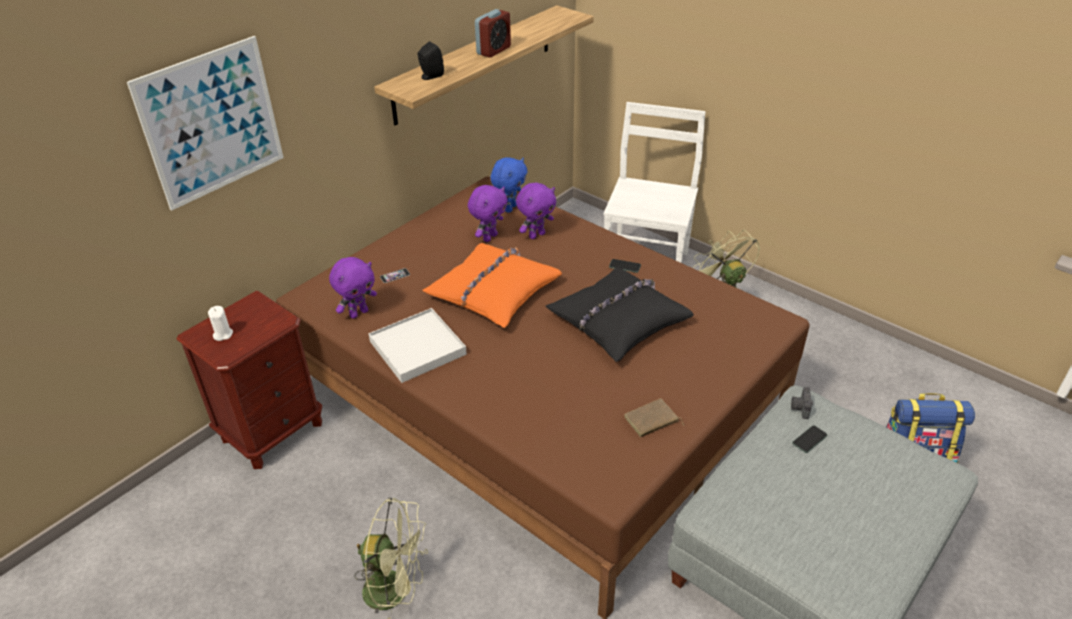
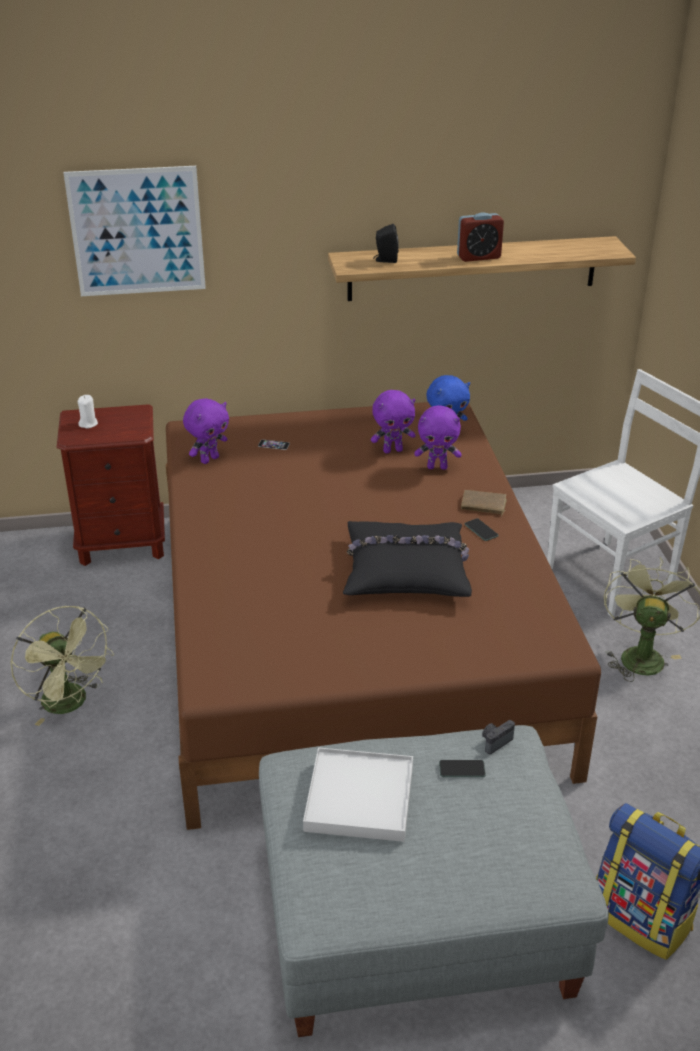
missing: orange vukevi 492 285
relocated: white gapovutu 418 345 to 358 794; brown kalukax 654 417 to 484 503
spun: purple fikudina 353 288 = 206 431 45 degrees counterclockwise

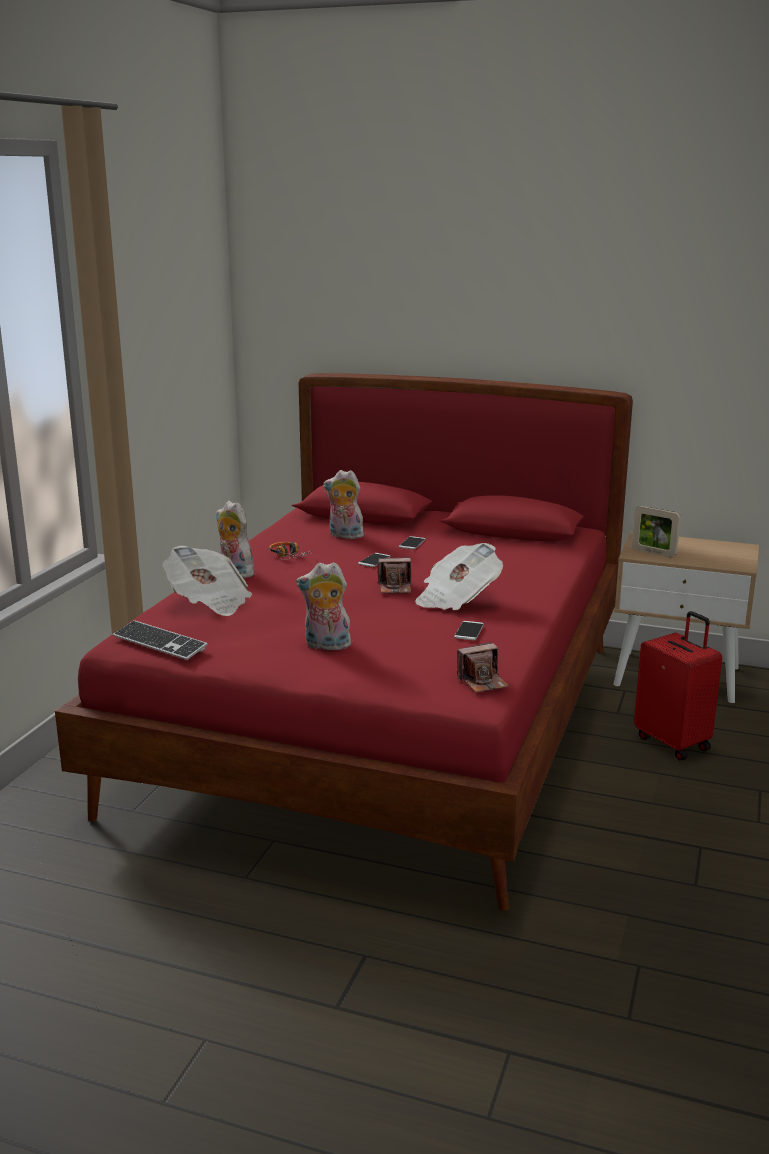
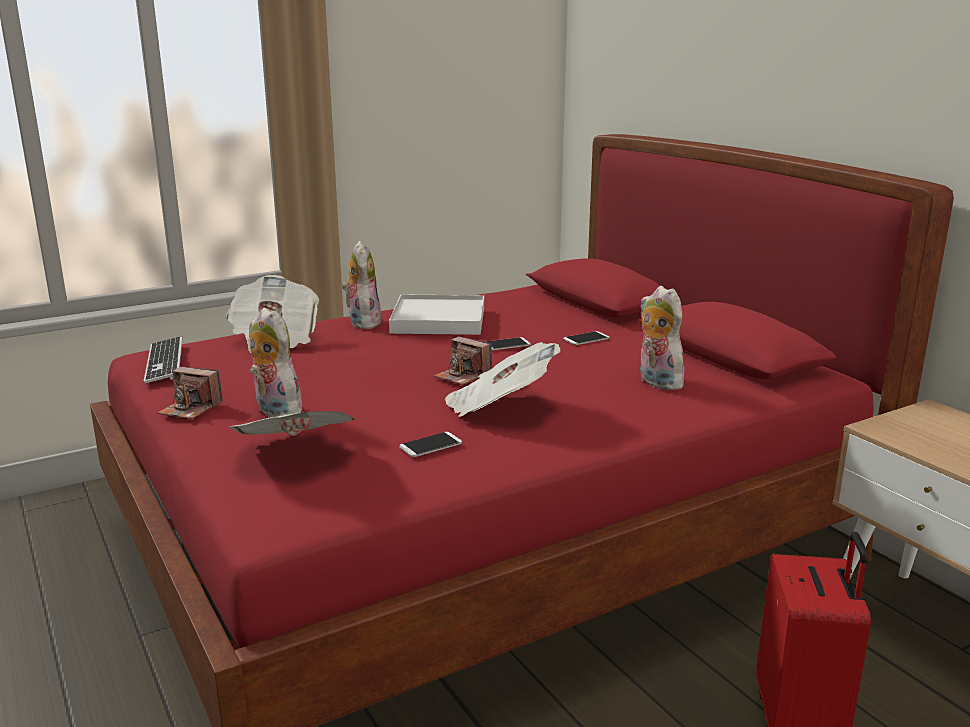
missing: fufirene 656 532
appeared: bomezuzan 292 423
relocated: fikudina 344 504 to 663 338; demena 483 667 to 190 393
exchanged: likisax 291 551 to white gapovutu 436 314

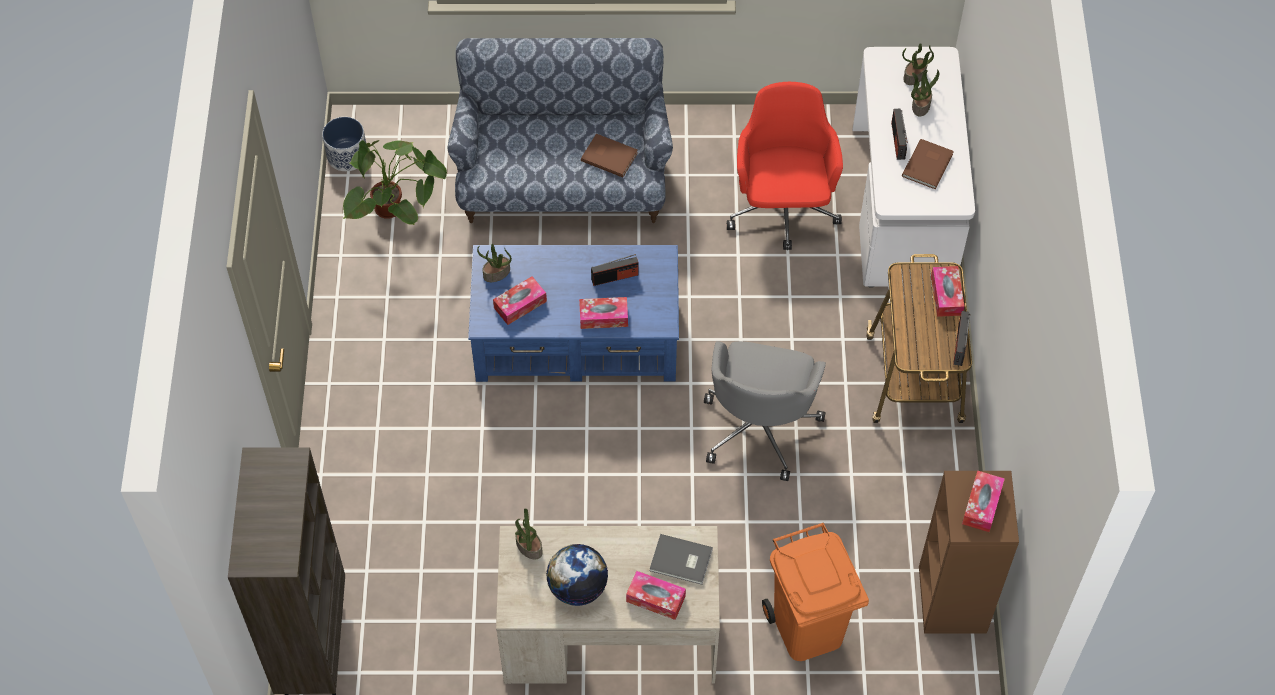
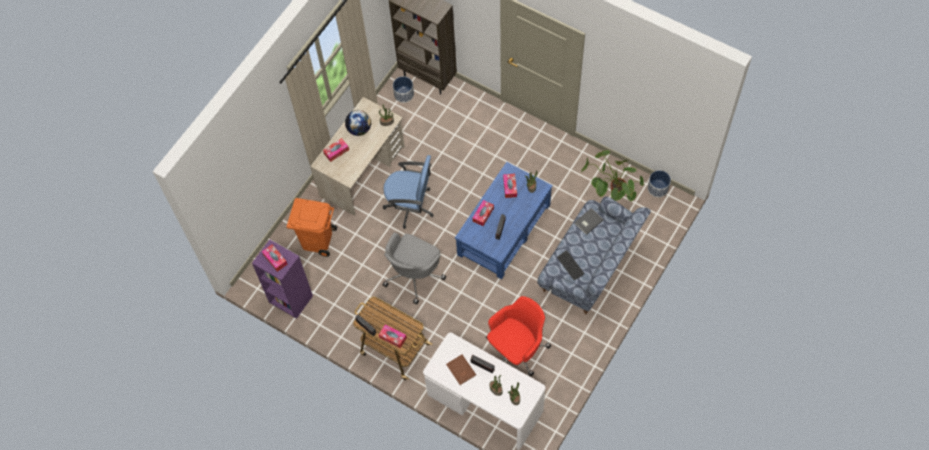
appeared: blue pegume 408 192; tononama 403 89
relocated: grey kalukax 681 559 to 589 221
exchanged: brown kalukax 609 155 to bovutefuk 570 265
colour: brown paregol 969 552 to purple paregol 282 279
spun: grey pegume 765 411 = 414 268 105 degrees counterclockwise; red pegume 785 166 = 518 336 75 degrees counterclockwise

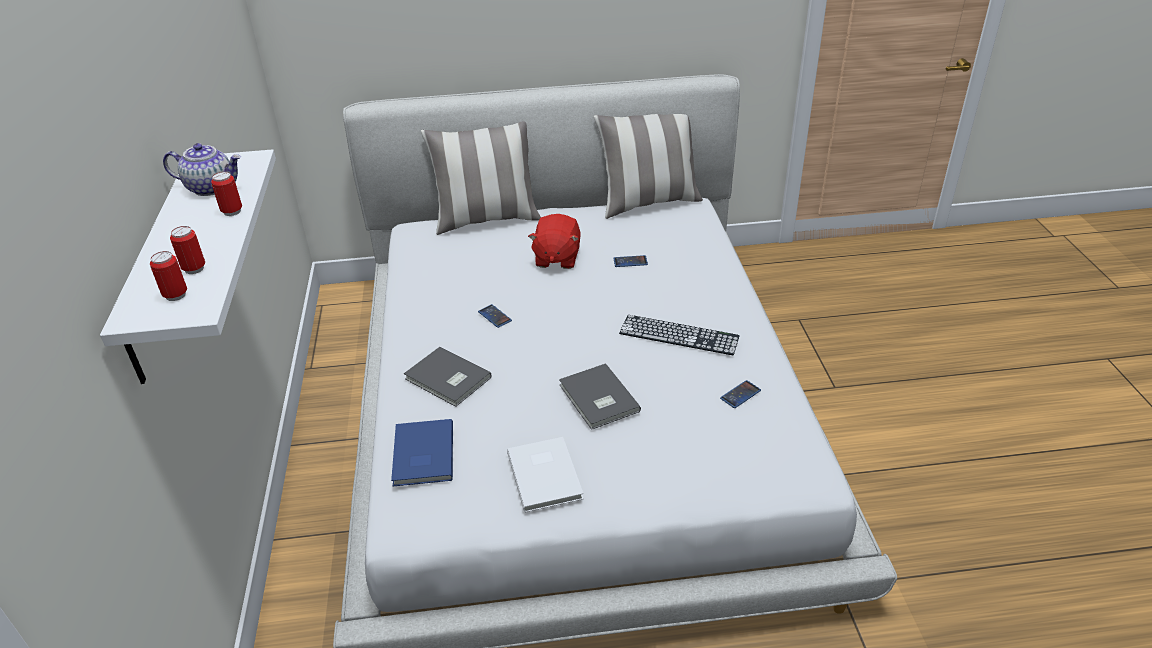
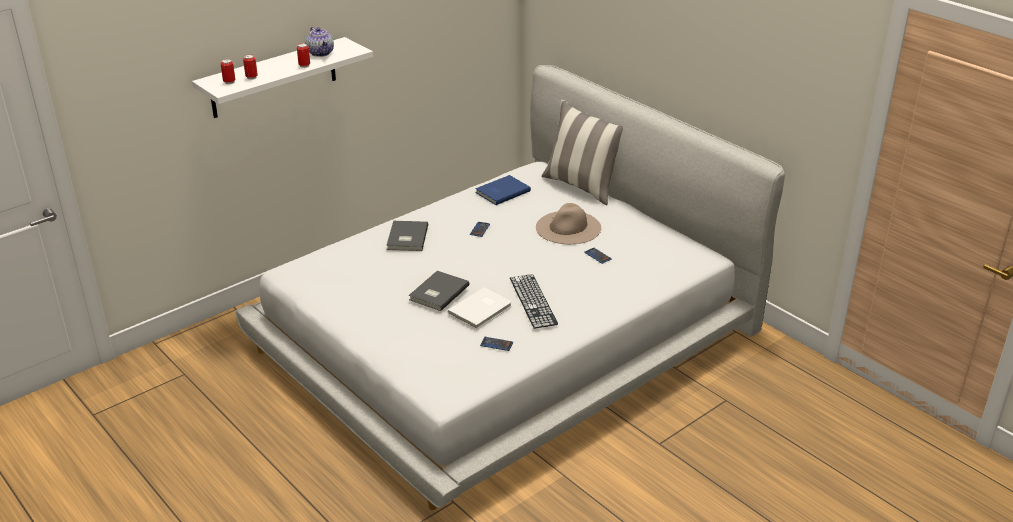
missing: vukevi 648 166
relocated: blue kalukax 422 452 to 503 190; white kalukax 545 475 to 480 308
exchanged: red fikudina 554 241 to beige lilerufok 568 223

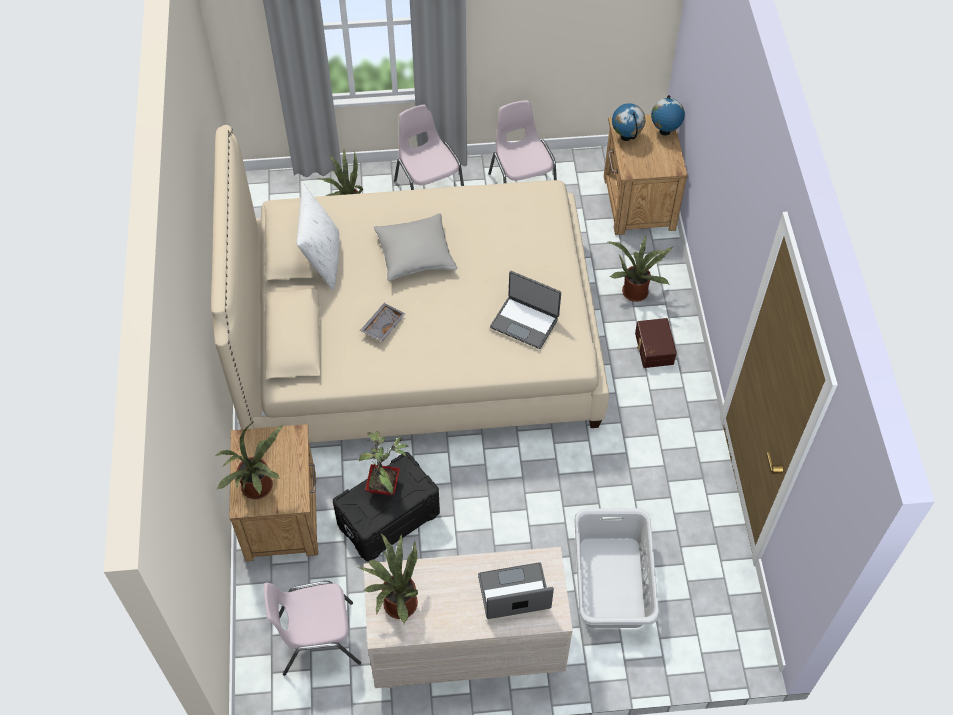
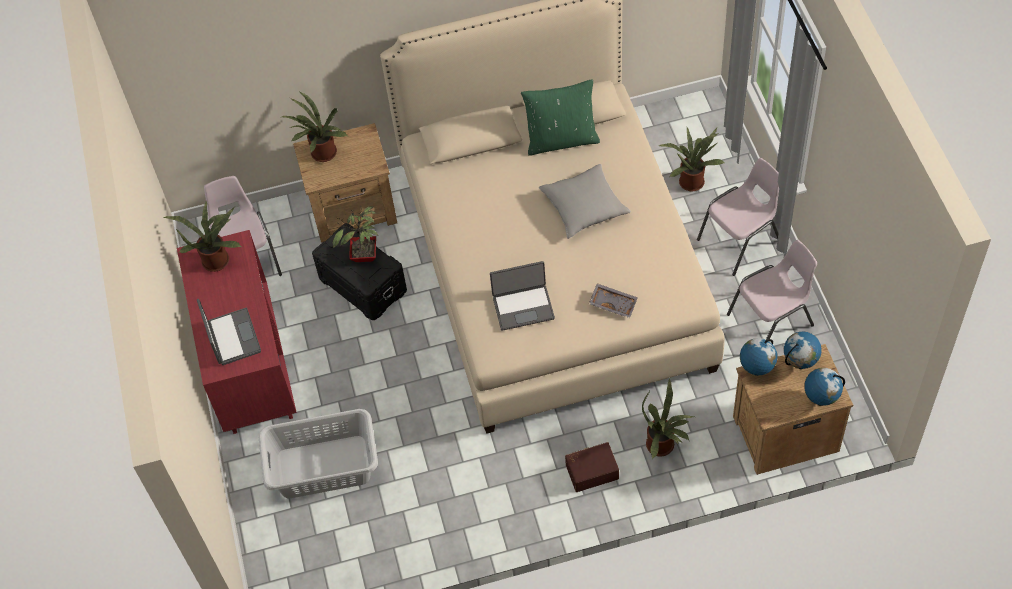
appeared: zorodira 758 357
relocated: grey gapovutu 382 322 to 613 300
colour: white vukevi 318 237 to green vukevi 560 117; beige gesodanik 468 617 to red gesodanik 237 332
spun: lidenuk 525 310 = 522 296 120 degrees counterclockwise

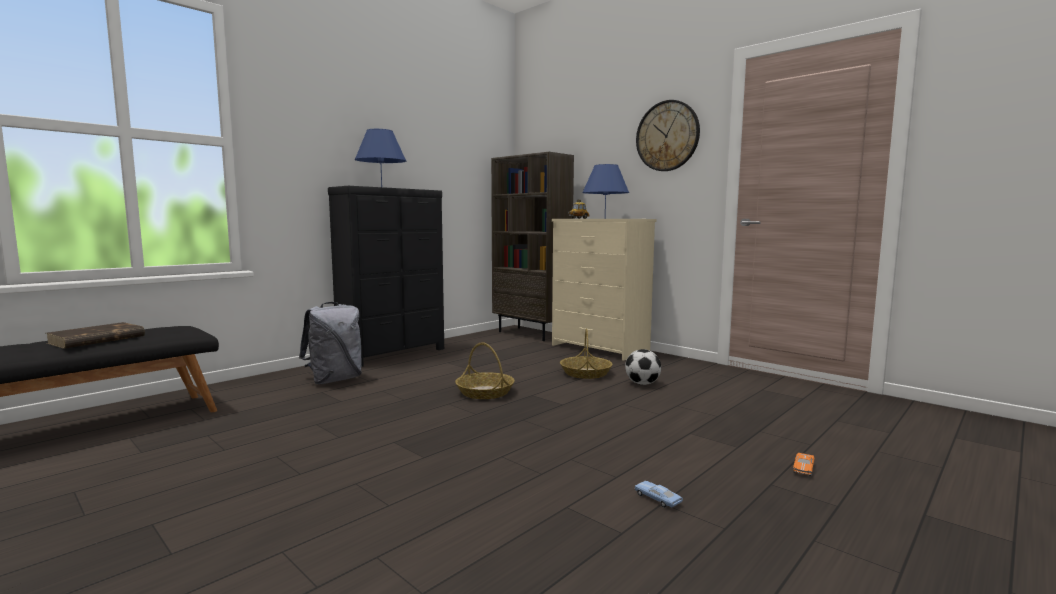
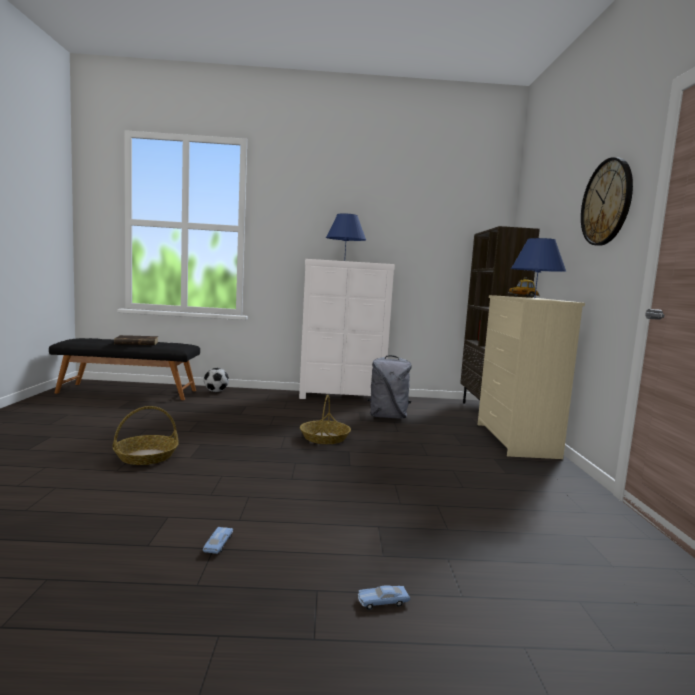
relocated: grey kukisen 330 343 to 389 386; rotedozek 586 354 to 145 435; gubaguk 643 367 to 216 380
colour: black gesodanik 386 276 to white gesodanik 347 329; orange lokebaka 803 464 to blue lokebaka 384 597

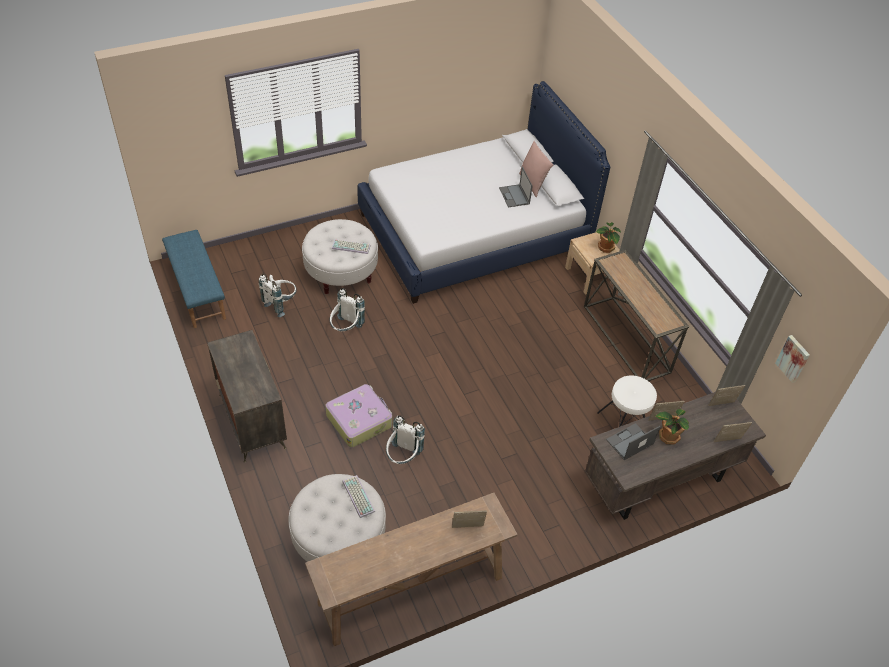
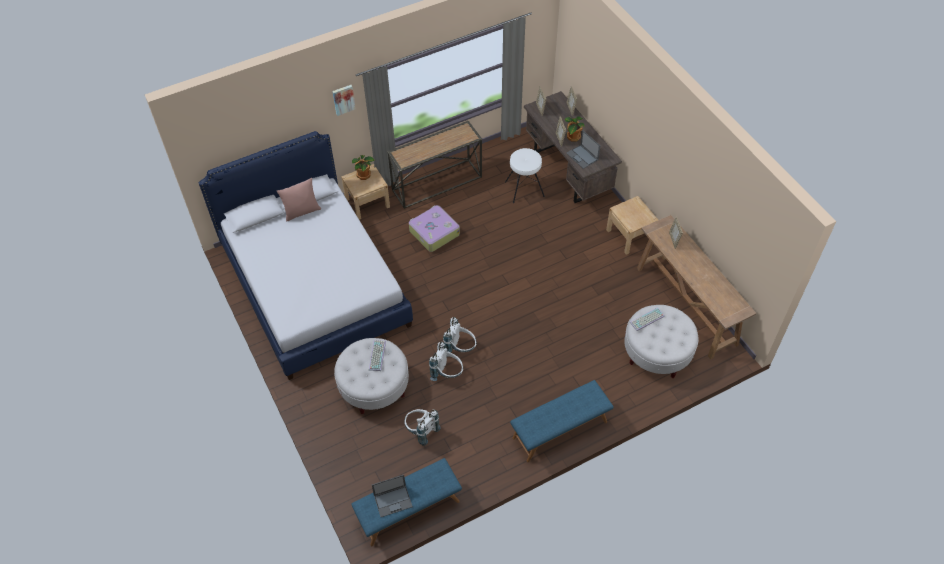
appeared: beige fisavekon 632 225
relocated: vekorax 359 415 to 434 228; white kukisen 405 439 to 460 337; lidenuk 516 187 to 392 496; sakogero 792 359 to 344 100
exchanged: gesodanik 247 396 to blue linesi 562 421

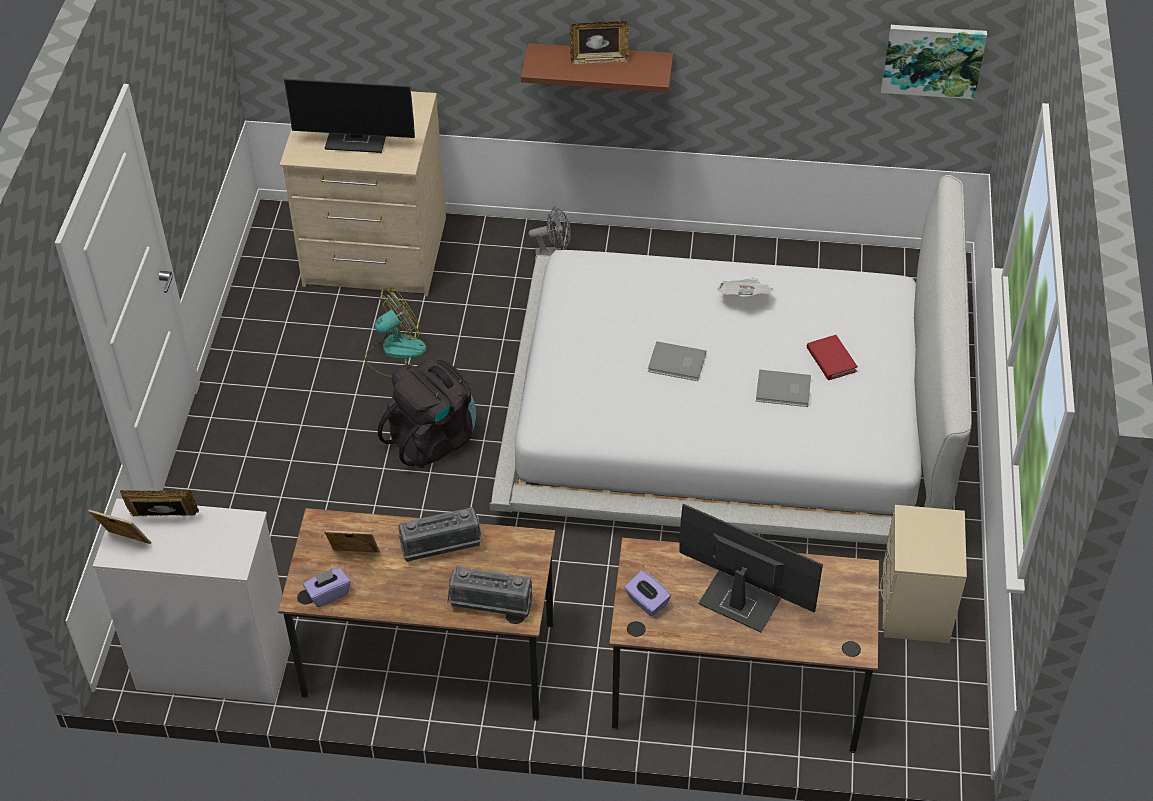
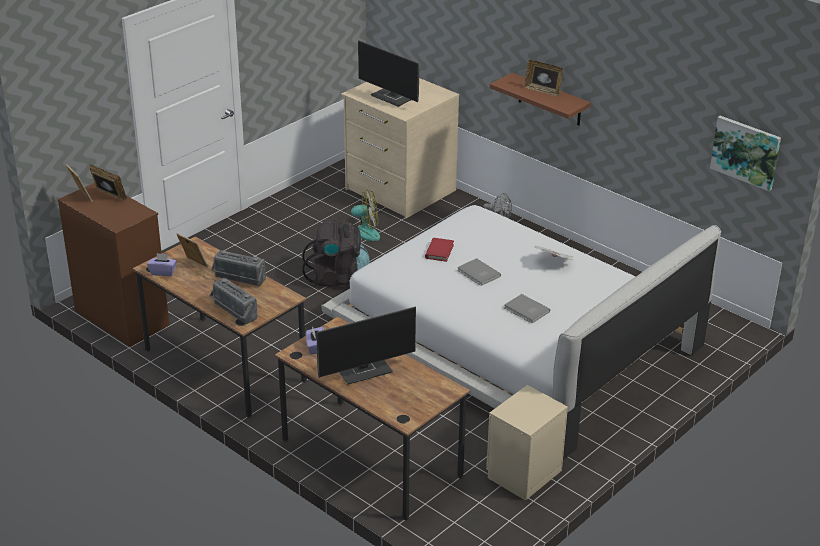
relocated: red kalukax 832 357 to 439 250
colour: white gesodanik 191 601 to brown gesodanik 113 265
spun: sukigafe 751 568 = 366 345 90 degrees clockwise

